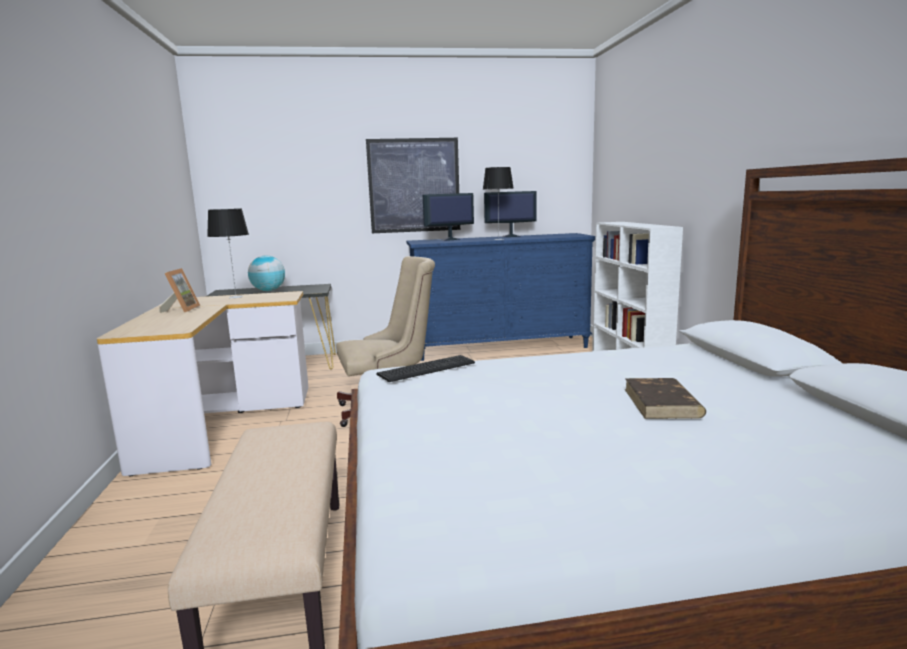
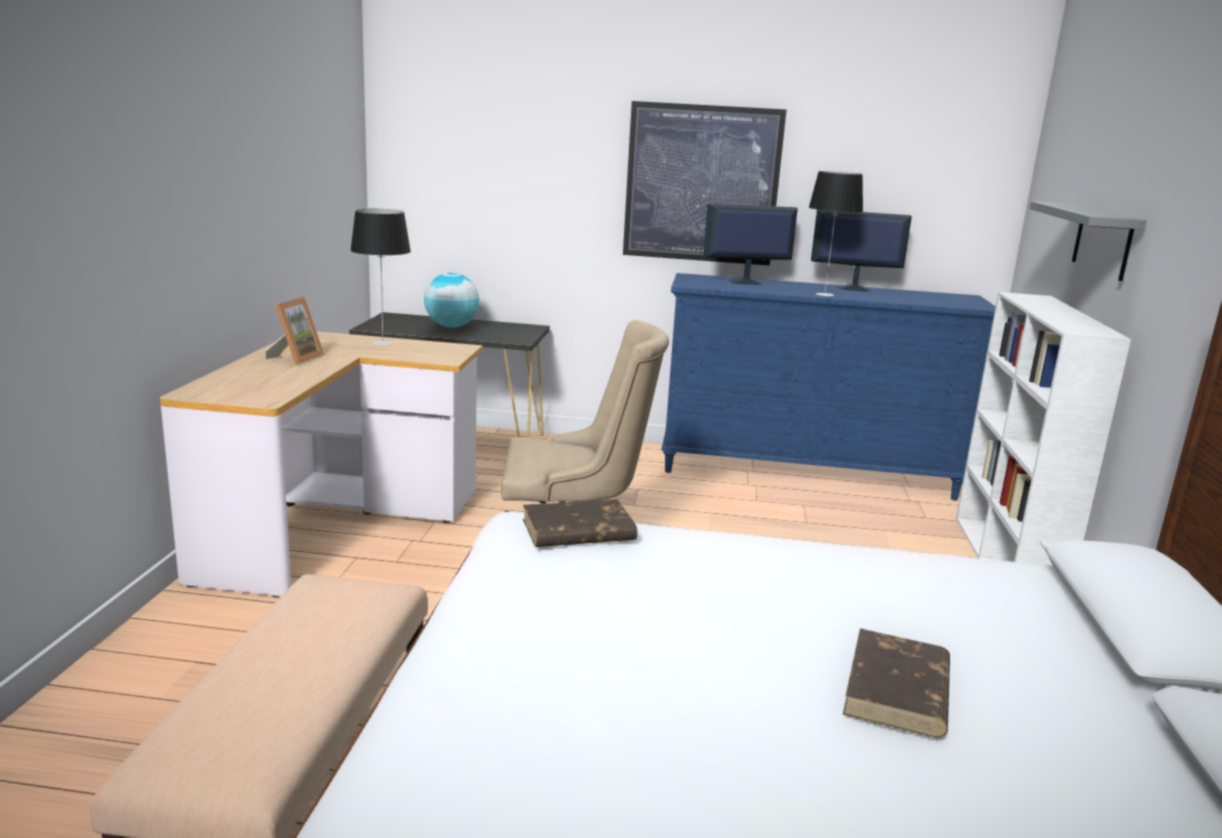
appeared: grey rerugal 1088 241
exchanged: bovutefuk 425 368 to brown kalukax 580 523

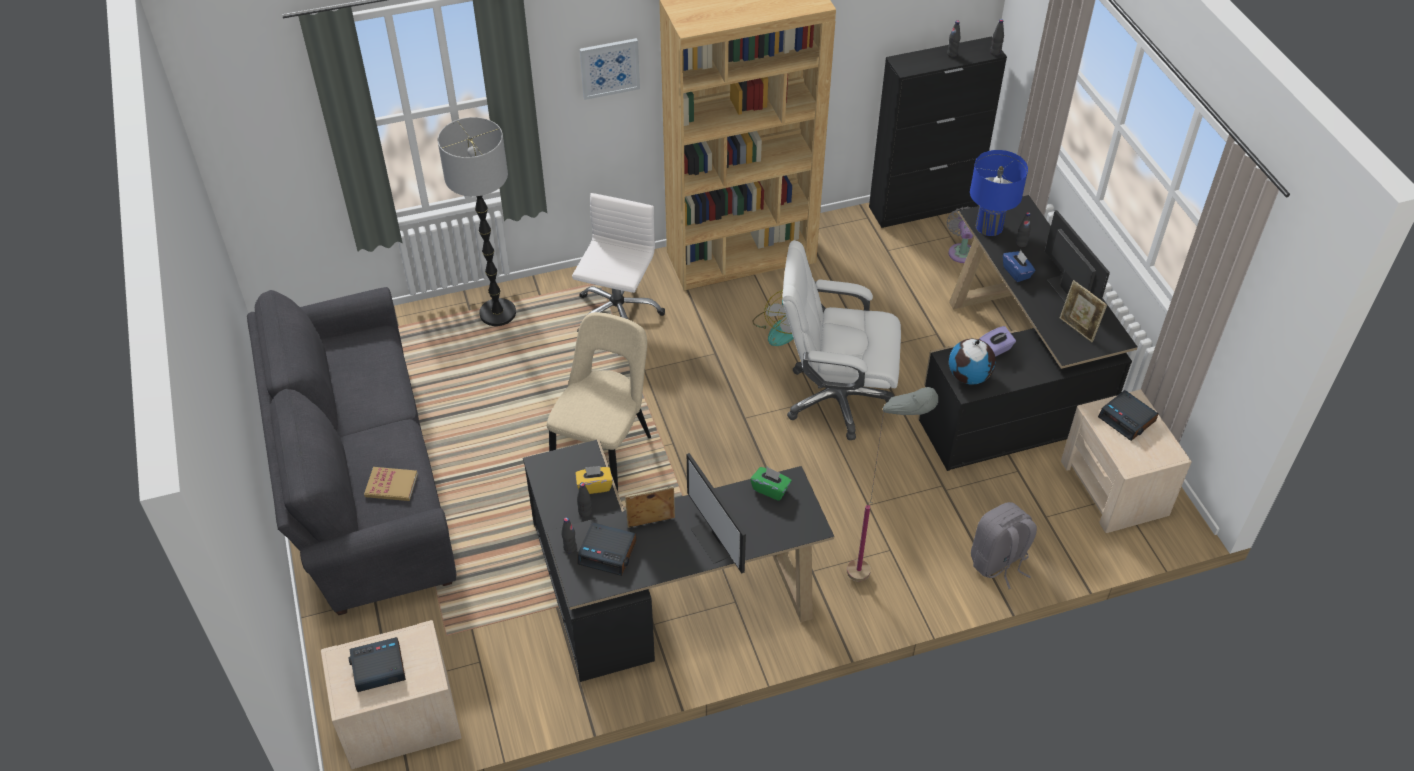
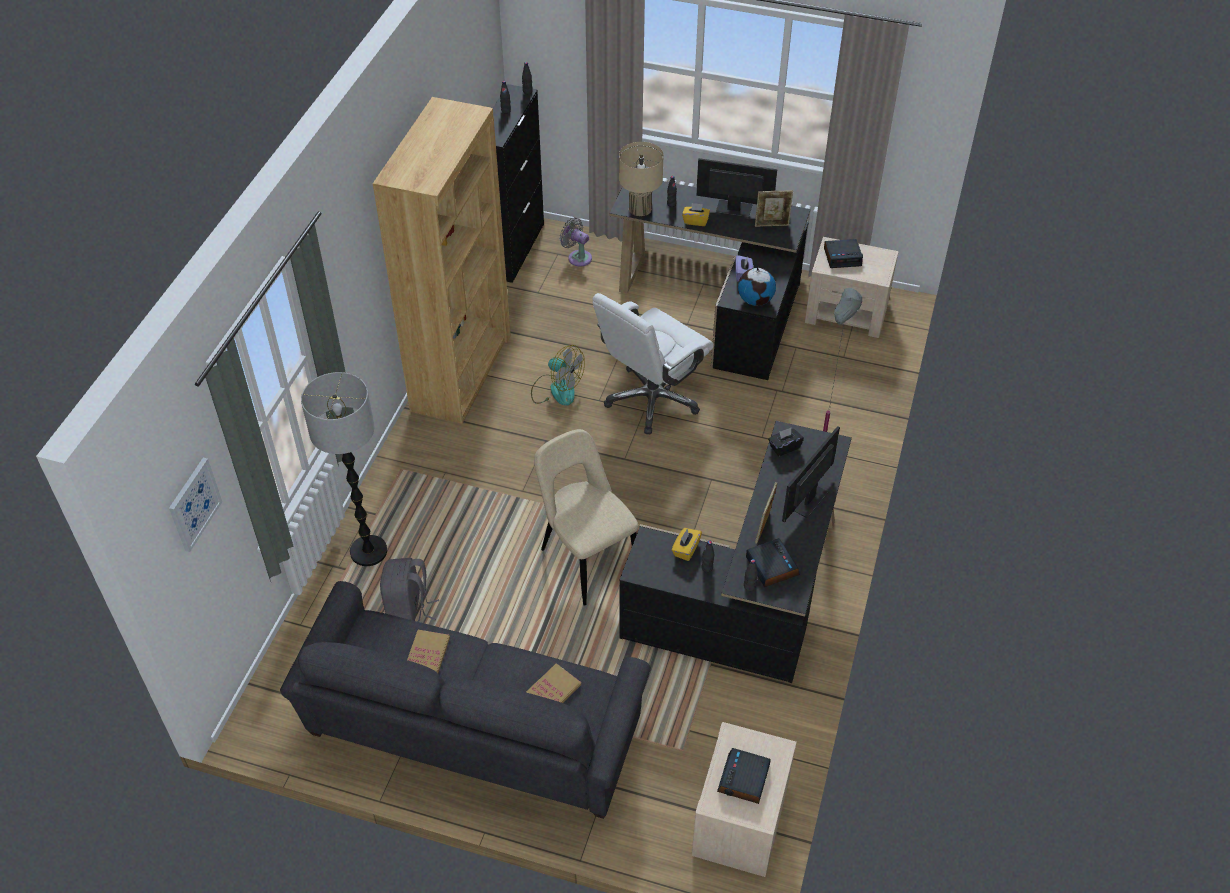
missing: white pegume 618 262
appeared: kalukax 428 651
relocated: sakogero 610 69 to 195 505; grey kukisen 1004 545 to 409 590
colour: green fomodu 771 484 to black fomodu 786 442; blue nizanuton 999 193 to beige nizanuton 641 179; blue fomodu 1019 266 to yellow fomodu 696 214
spun: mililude 607 549 = 773 562 75 degrees counterclockwise; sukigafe 716 513 = 811 474 120 degrees clockwise

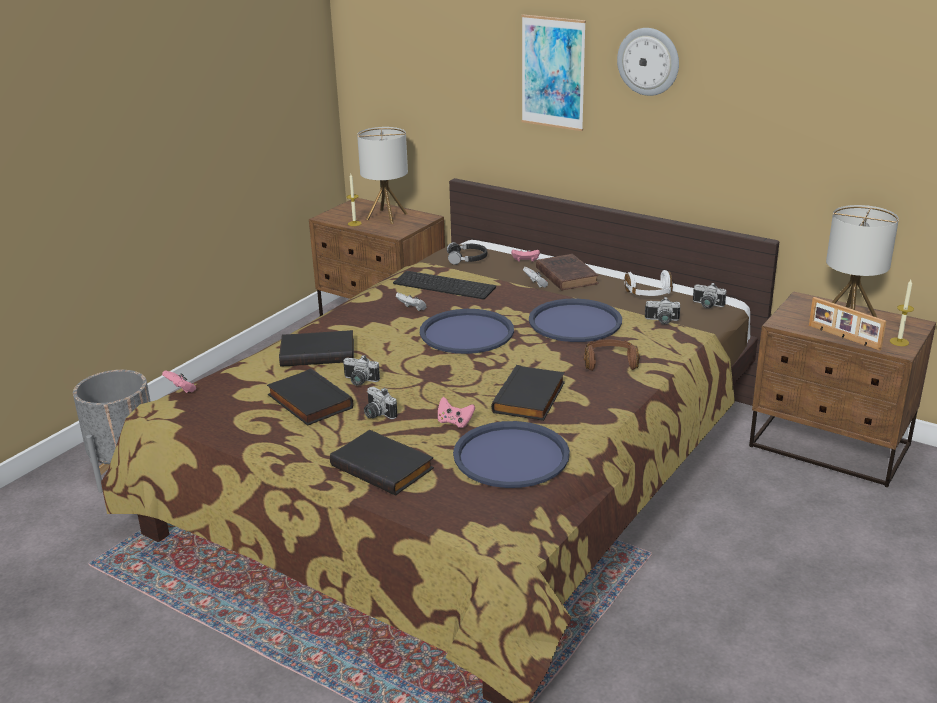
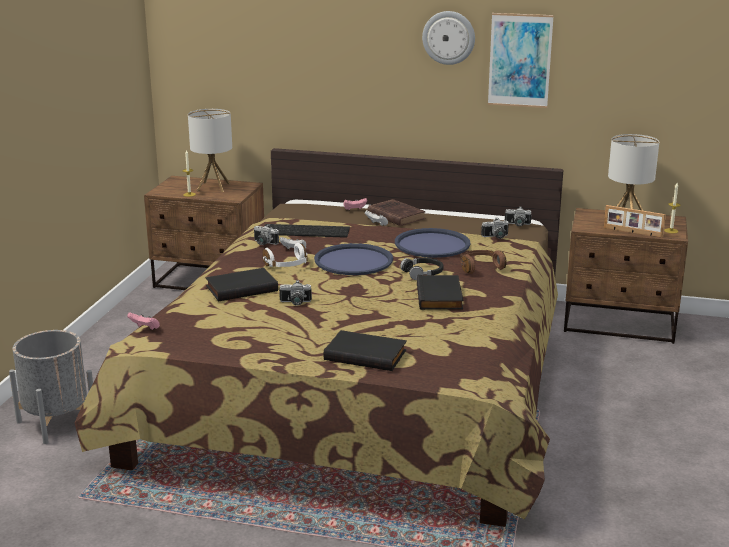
missing: black kalukax 310 397; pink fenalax 456 412; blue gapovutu 511 454
relocated: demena 380 403 to 266 234; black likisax 467 253 to 421 269; sakogero 553 72 to 521 60; white likisax 648 283 to 285 255

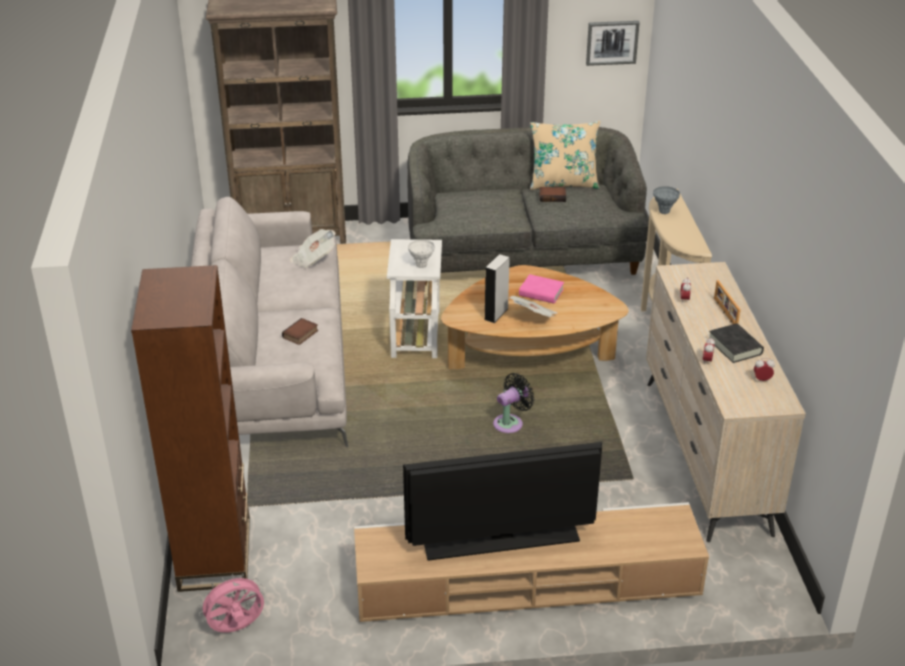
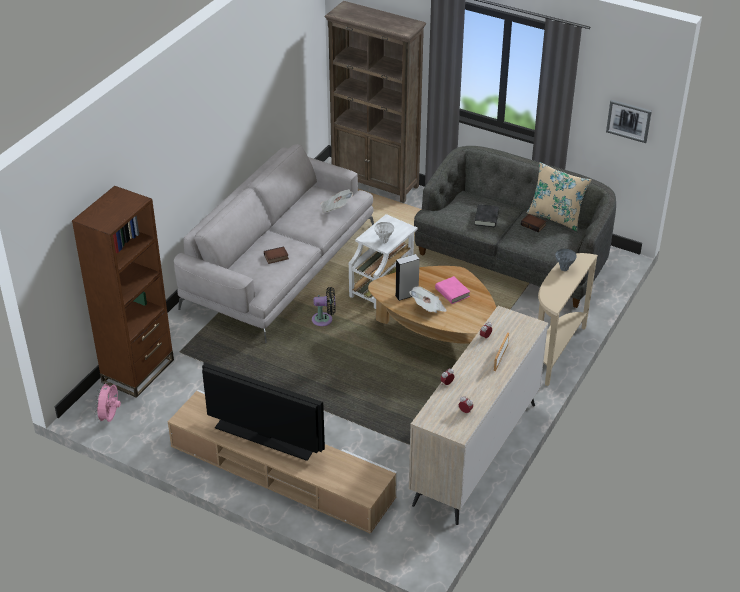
relocated: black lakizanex 513 403 to 323 306; black kalukax 736 343 to 486 215
spun: pink lakizanex 231 603 = 107 402 90 degrees counterclockwise

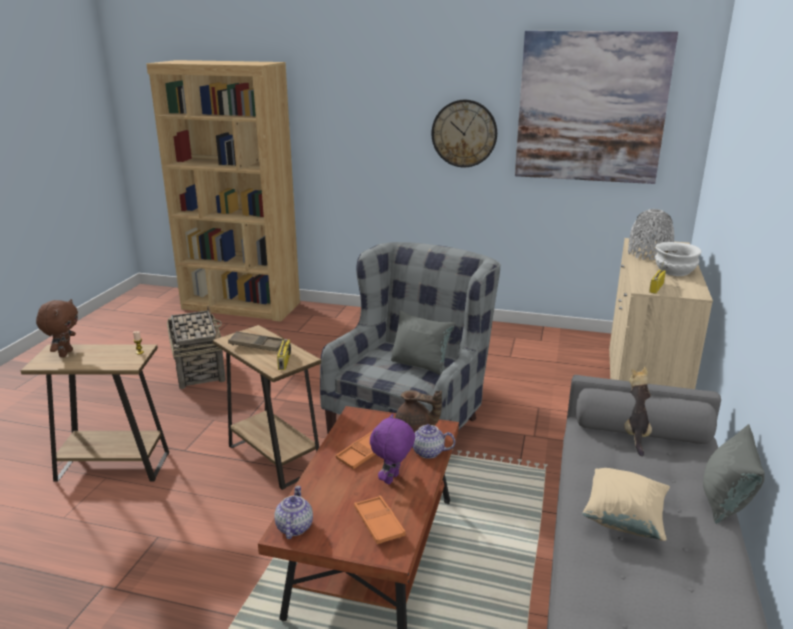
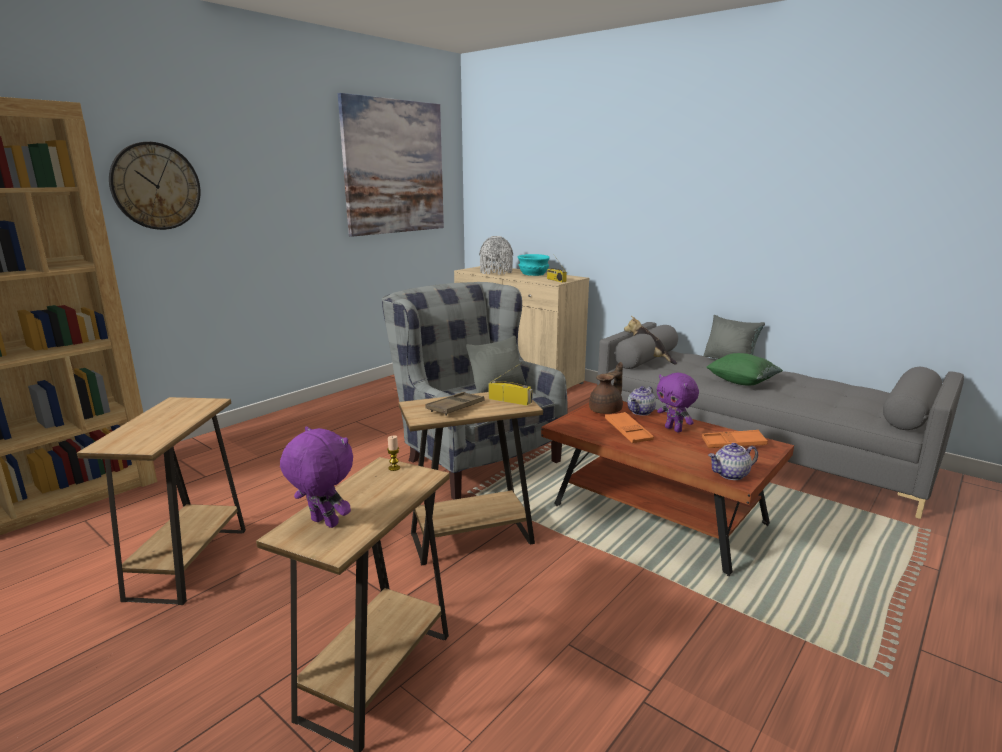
relocated: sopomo 464 133 to 155 186
exchanged: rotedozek 196 347 to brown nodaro 161 501
colour: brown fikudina 57 328 to purple fikudina 316 477; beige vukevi 626 504 to green vukevi 744 369; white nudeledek 678 259 to turquoise nudeledek 534 265
spun: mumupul 293 512 = 733 461 45 degrees counterclockwise

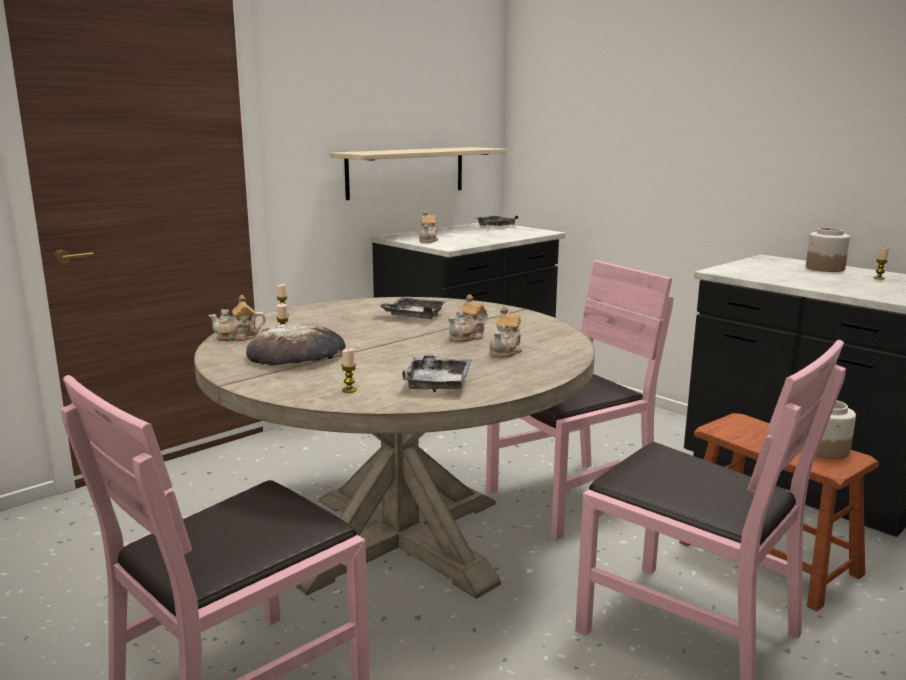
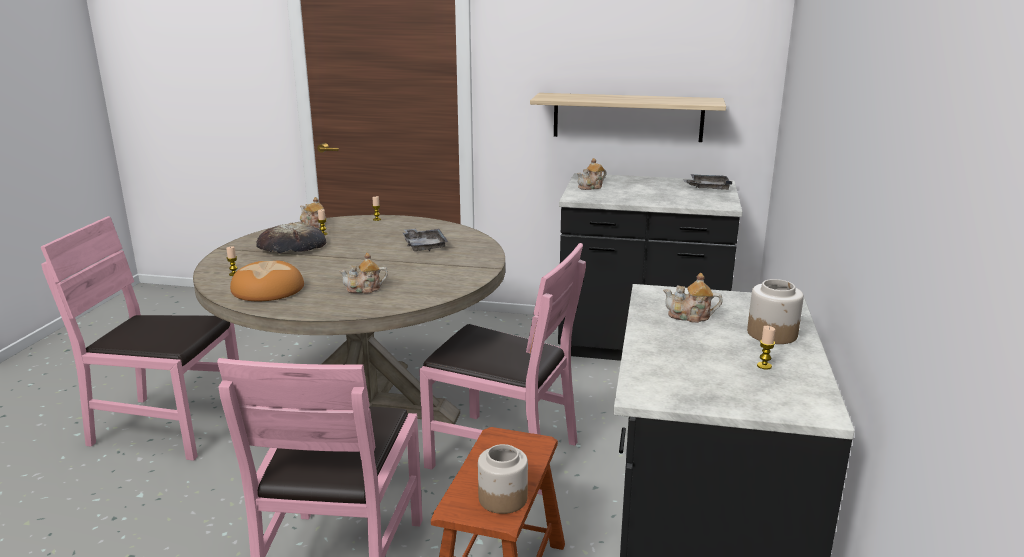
relocated: mumupul 468 318 to 693 298
exchanged: grey gapovutu 436 372 to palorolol 267 281

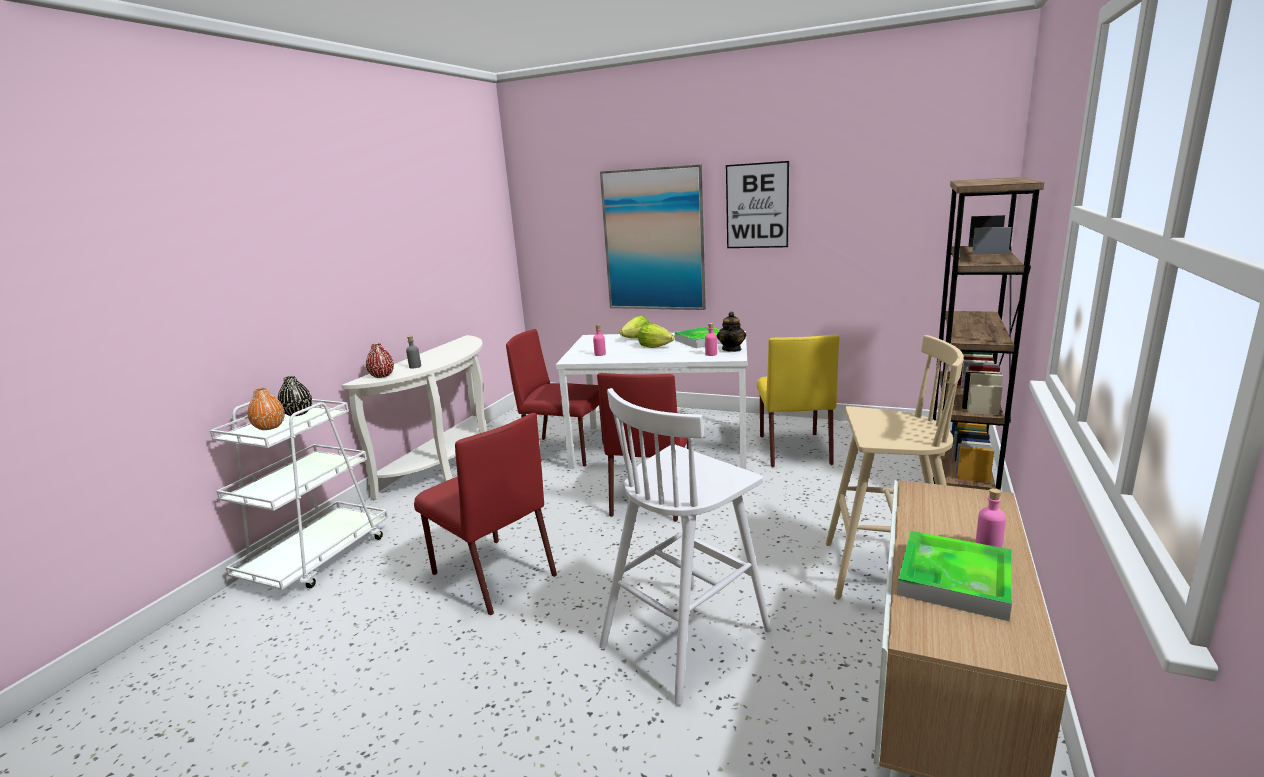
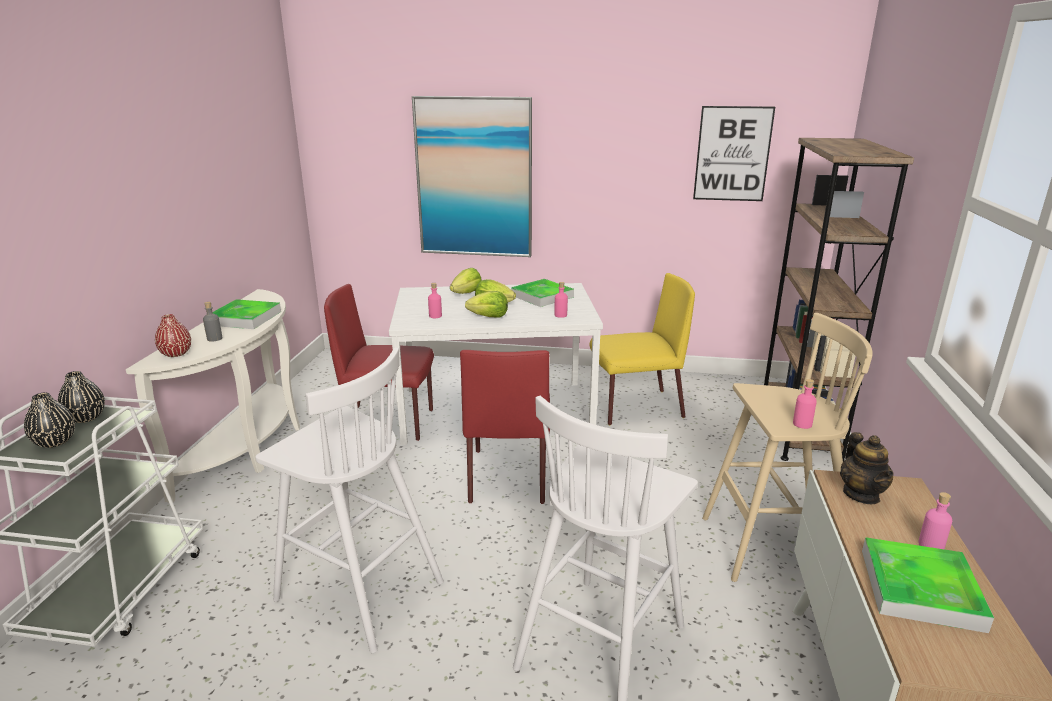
appeared: gapovutu 247 314; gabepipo 486 304; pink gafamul 805 404
relocated: mumupul 731 332 to 867 468; sakogero 757 204 to 734 153
exchanged: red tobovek 485 514 to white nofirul 349 500
colour: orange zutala 266 409 to black zutala 49 420
spun: yellow tobovek 798 401 = 642 349 90 degrees counterclockwise

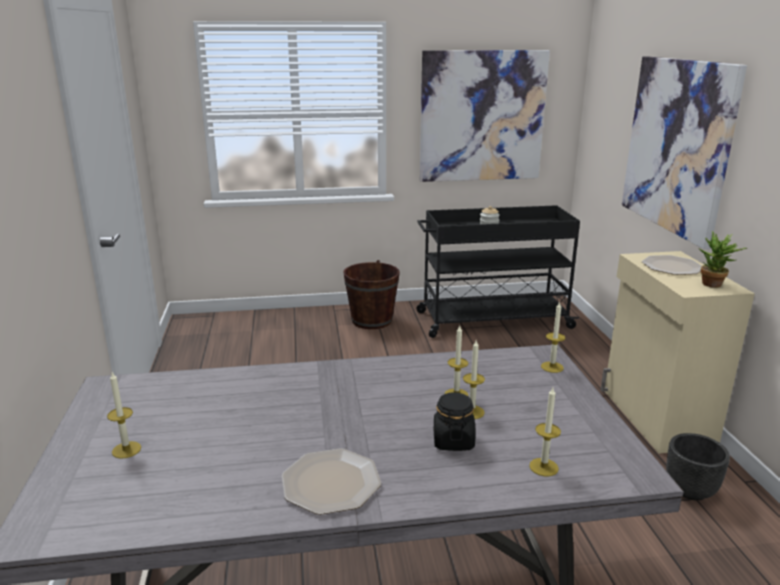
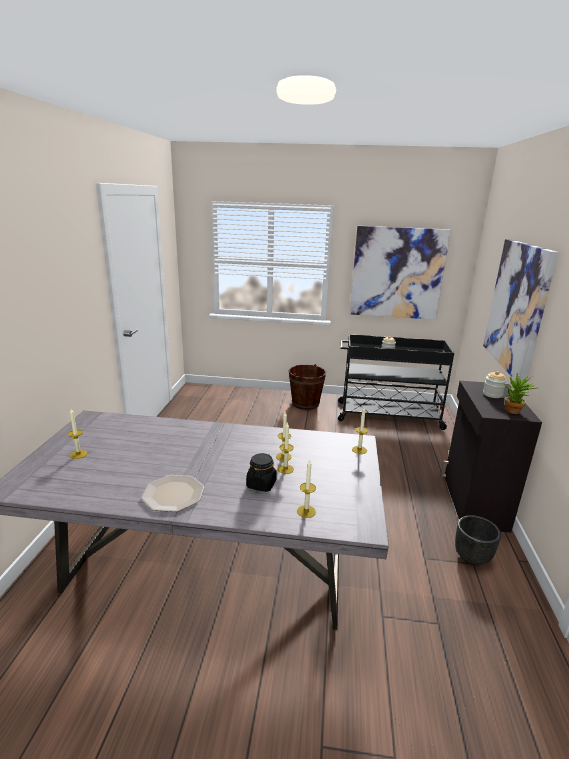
exchanged: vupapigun 672 265 to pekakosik 494 384
colour: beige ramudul 677 352 to black ramudul 491 457

